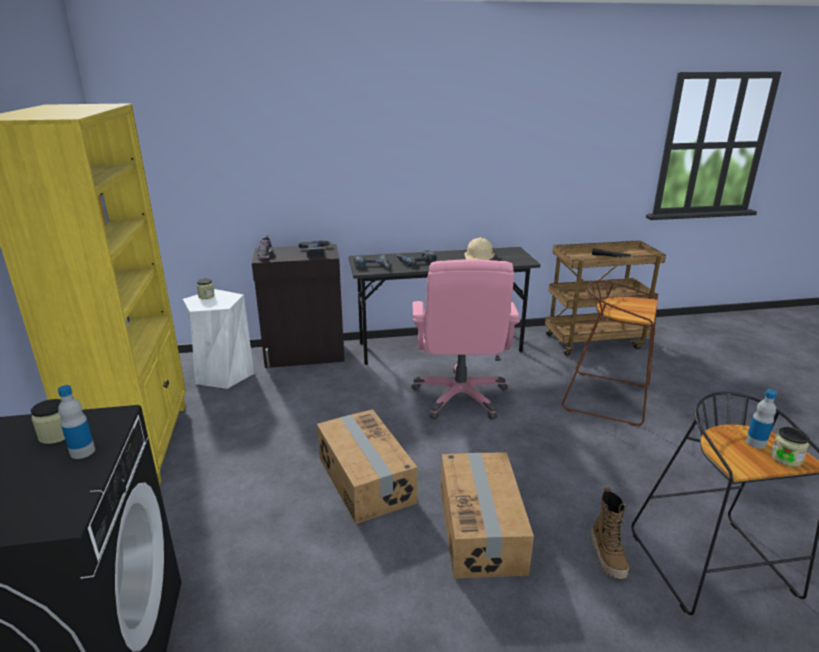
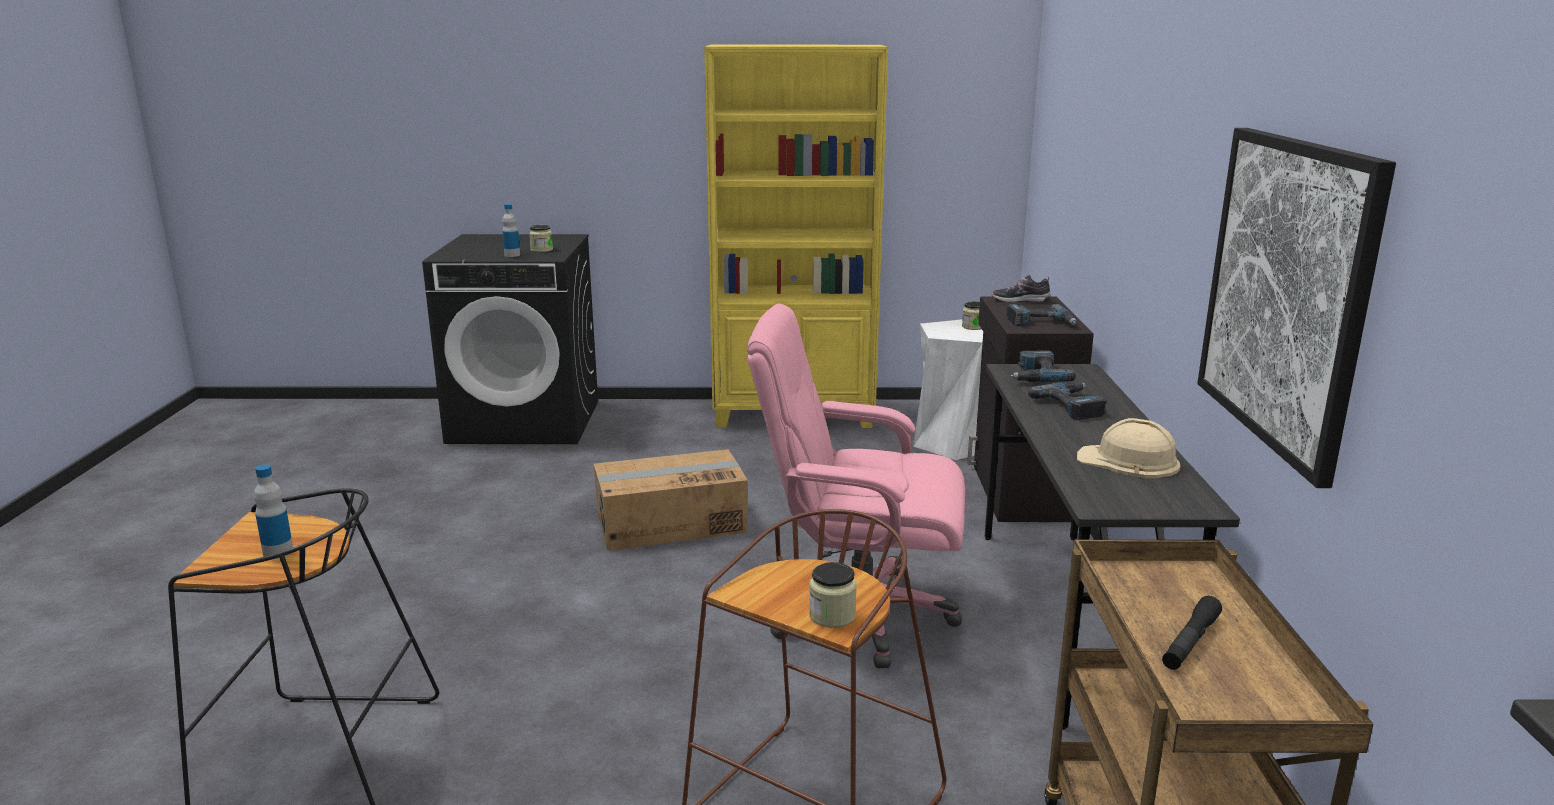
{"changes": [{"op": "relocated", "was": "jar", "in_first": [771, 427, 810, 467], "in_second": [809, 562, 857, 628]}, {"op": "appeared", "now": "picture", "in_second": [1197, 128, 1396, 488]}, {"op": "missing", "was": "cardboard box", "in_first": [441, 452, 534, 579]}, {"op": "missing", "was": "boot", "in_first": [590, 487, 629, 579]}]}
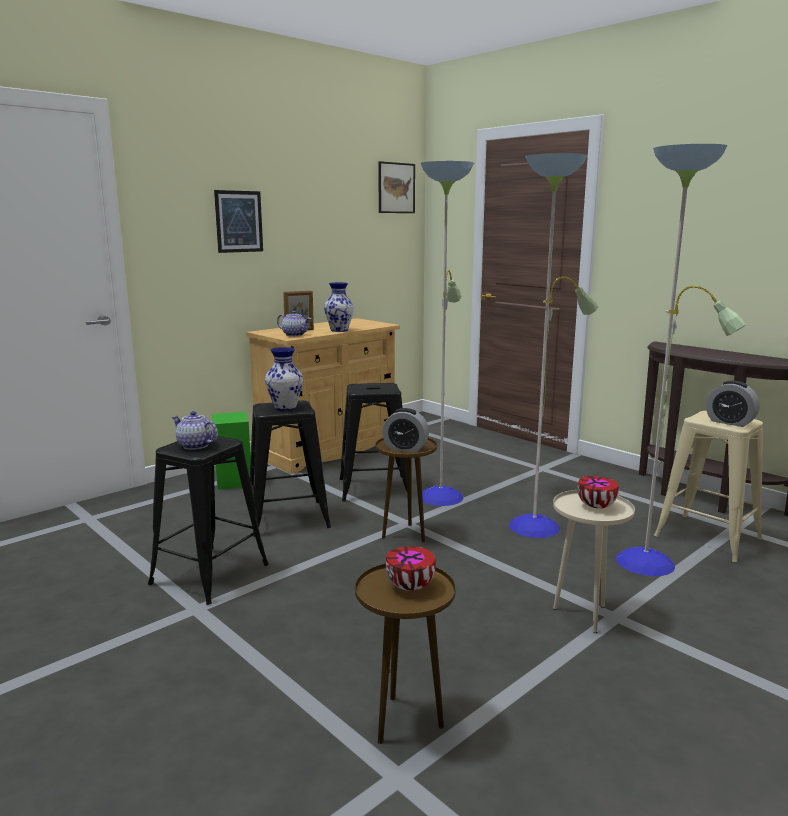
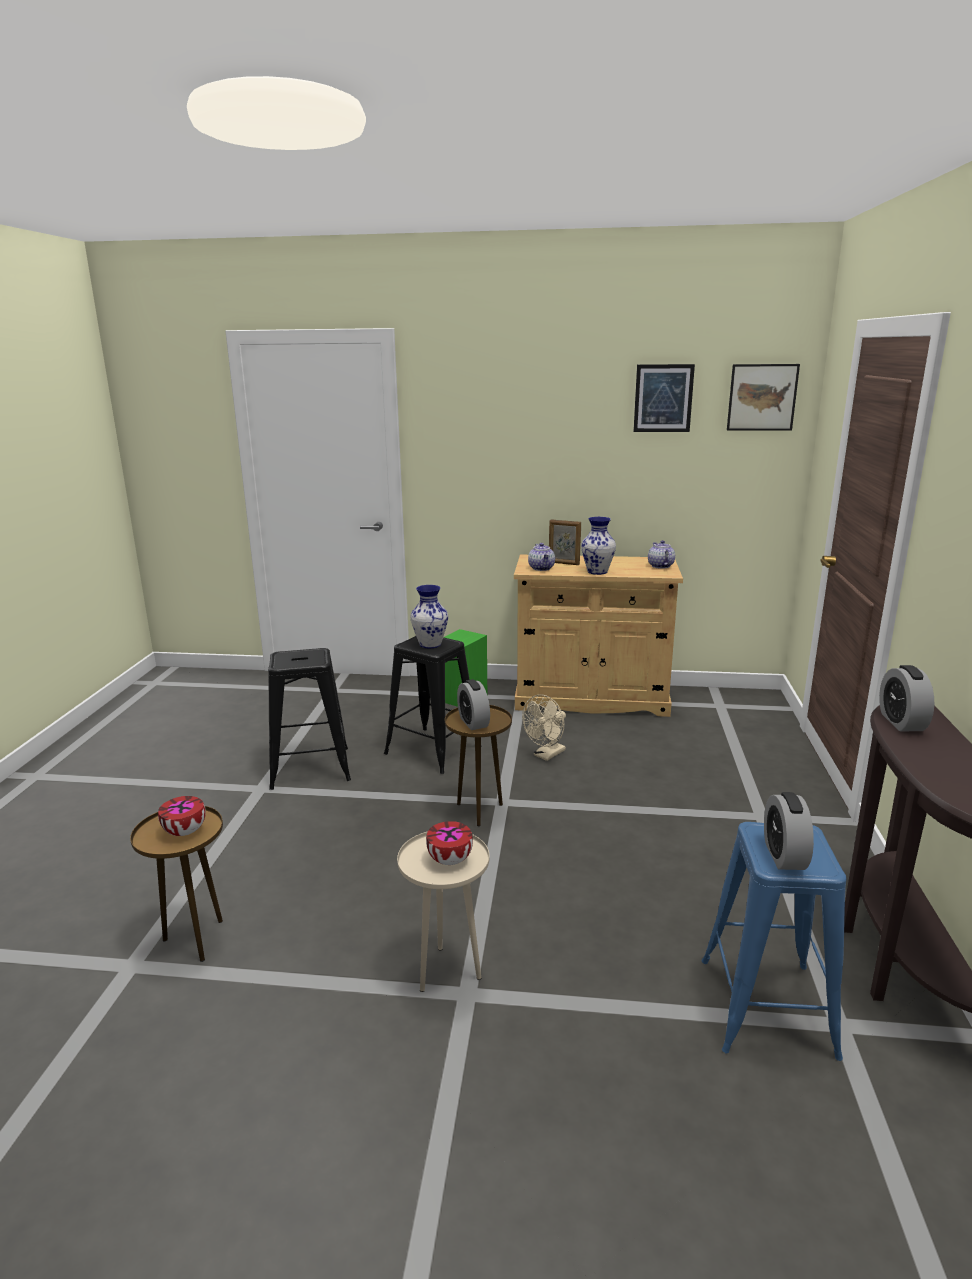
{"changes": [{"op": "exchanged", "was": "black stool", "now": "beige fan", "in_first": [339, 383, 407, 502], "in_second": [522, 695, 566, 761]}, {"op": "relocated", "was": "picture", "in_first": [214, 190, 263, 253], "in_second": [634, 364, 695, 432]}, {"op": "relocated", "was": "teapot", "in_first": [172, 411, 218, 450], "in_second": [648, 540, 675, 569]}, {"op": "colour", "was": "beige stool", "now": "blue stool", "in_first": [654, 411, 763, 562], "in_second": [702, 822, 846, 1061]}, {"op": "appeared", "now": "alarm clock", "in_second": [879, 665, 934, 731]}, {"op": "missing", "was": "floor lamp", "in_first": [421, 144, 747, 576]}]}
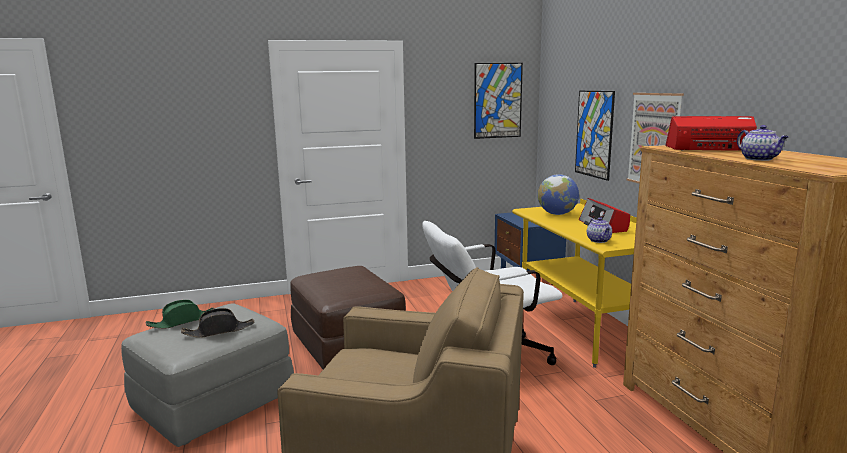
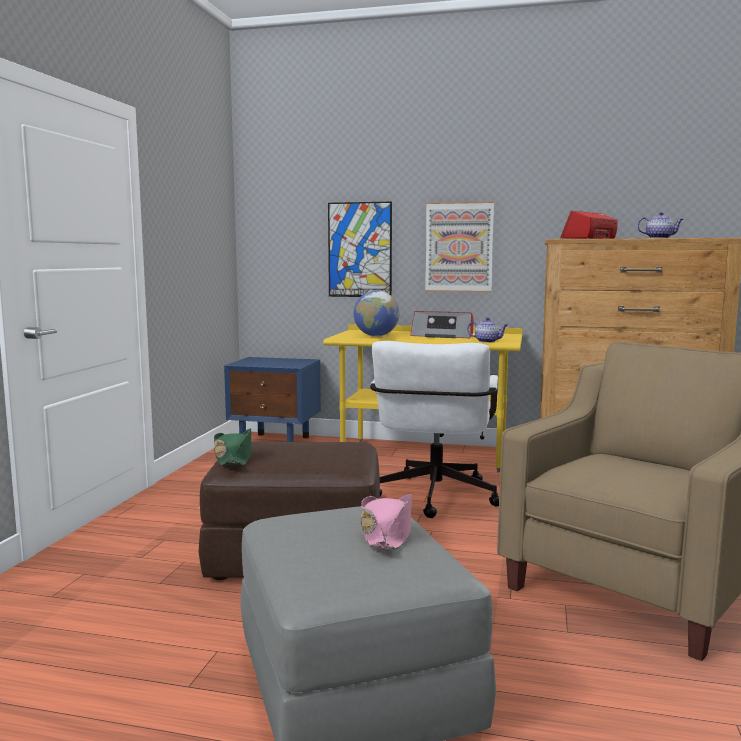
{"changes": [{"op": "relocated", "was": "green hat", "in_first": [146, 300, 214, 329], "in_second": [214, 428, 251, 466]}, {"op": "colour", "was": "black hat", "now": "pink hat", "in_first": [181, 308, 255, 338], "in_second": [361, 494, 412, 550]}, {"op": "missing", "was": "picture", "in_first": [474, 63, 523, 139]}]}
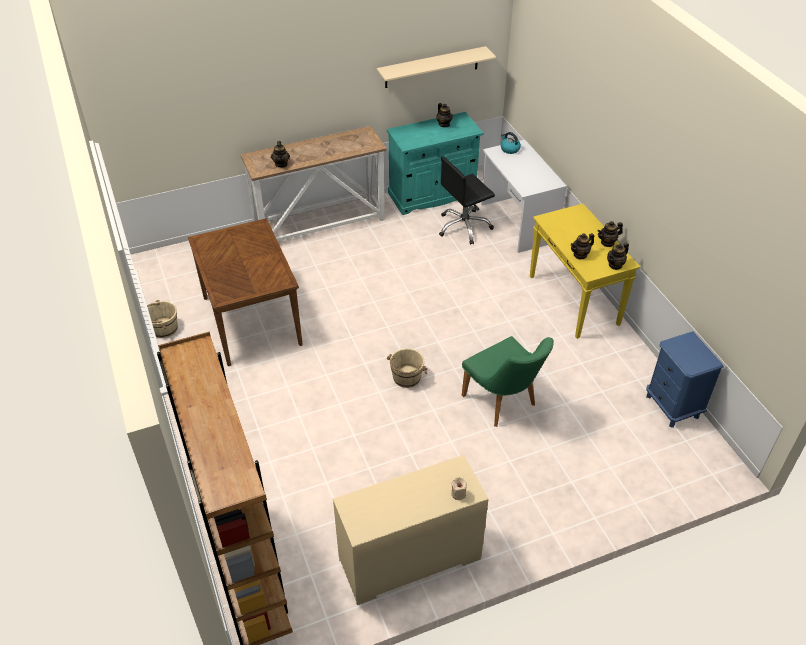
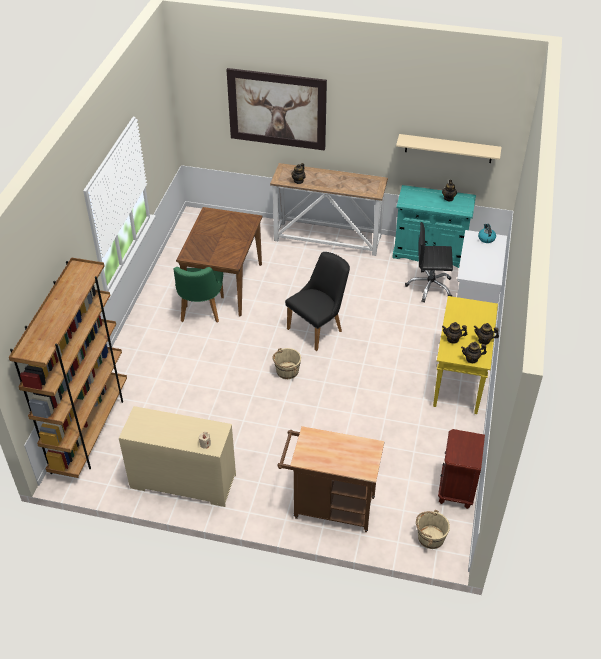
{"changes": [{"op": "relocated", "was": "green chair", "in_first": [462, 336, 554, 427], "in_second": [173, 267, 224, 323]}, {"op": "appeared", "now": "picture", "in_second": [226, 68, 327, 151]}, {"op": "appeared", "now": "brown cart", "in_second": [277, 426, 384, 532]}, {"op": "appeared", "now": "black chair", "in_second": [285, 252, 350, 351]}, {"op": "relocated", "was": "beige bucket", "in_first": [147, 300, 178, 338], "in_second": [416, 510, 450, 549]}, {"op": "colour", "was": "blue nightstand", "now": "brown nightstand", "in_first": [646, 331, 724, 428], "in_second": [438, 429, 485, 509]}]}
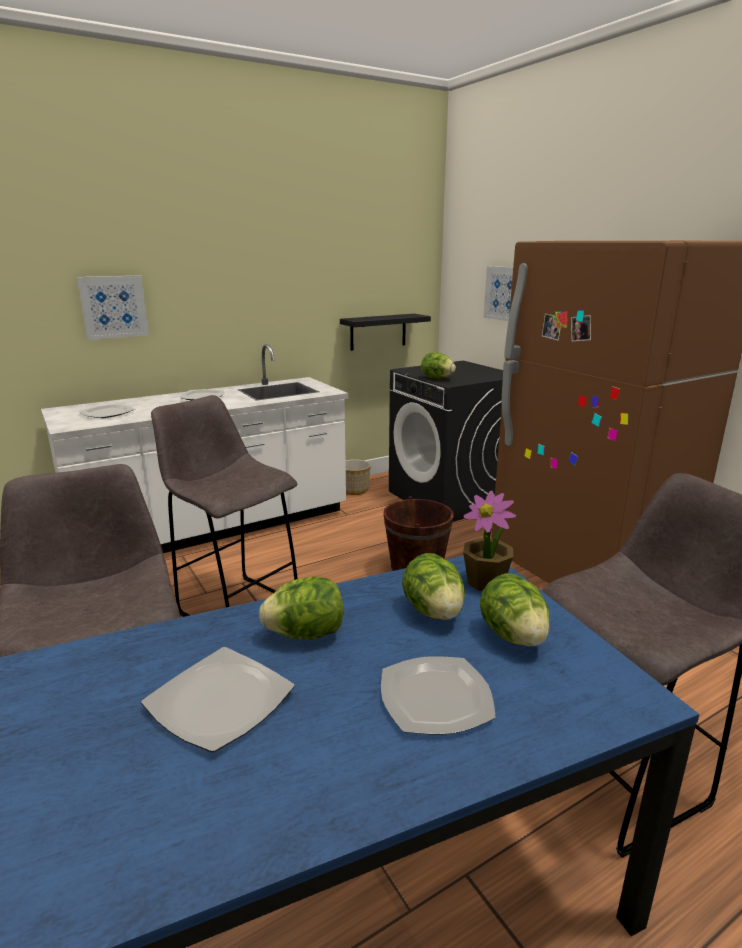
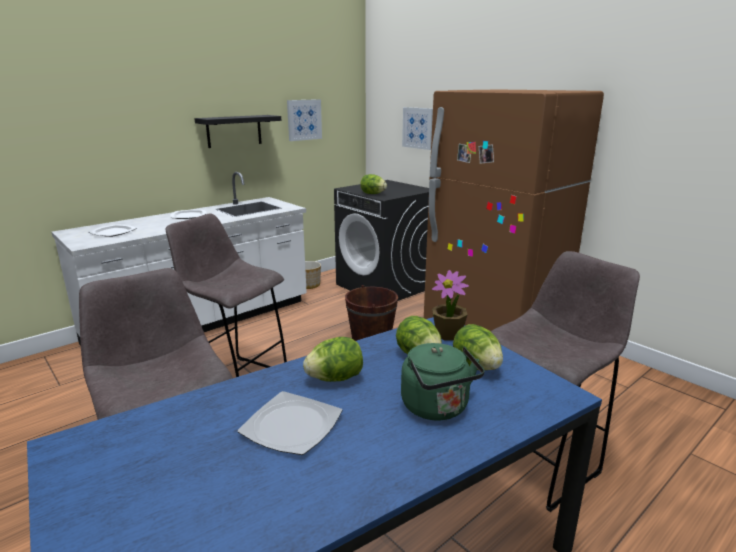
{"changes": [{"op": "relocated", "was": "black shelf", "in_first": [340, 314, 431, 351], "in_second": [194, 115, 281, 148]}, {"op": "relocated", "was": "picture", "in_first": [77, 275, 149, 340], "in_second": [287, 99, 322, 141]}, {"op": "exchanged", "was": "plate", "now": "green kettle", "in_first": [381, 656, 495, 734], "in_second": [401, 343, 485, 420]}]}
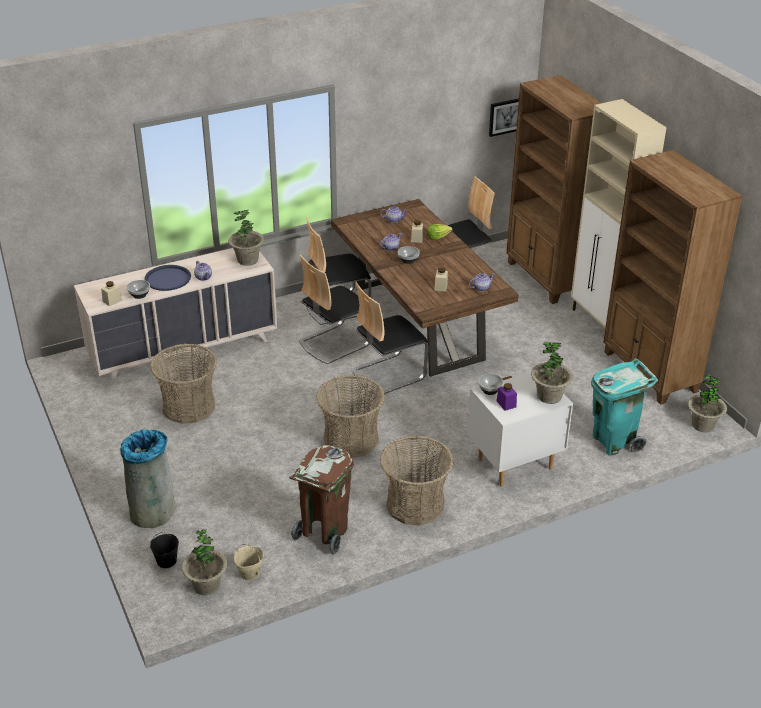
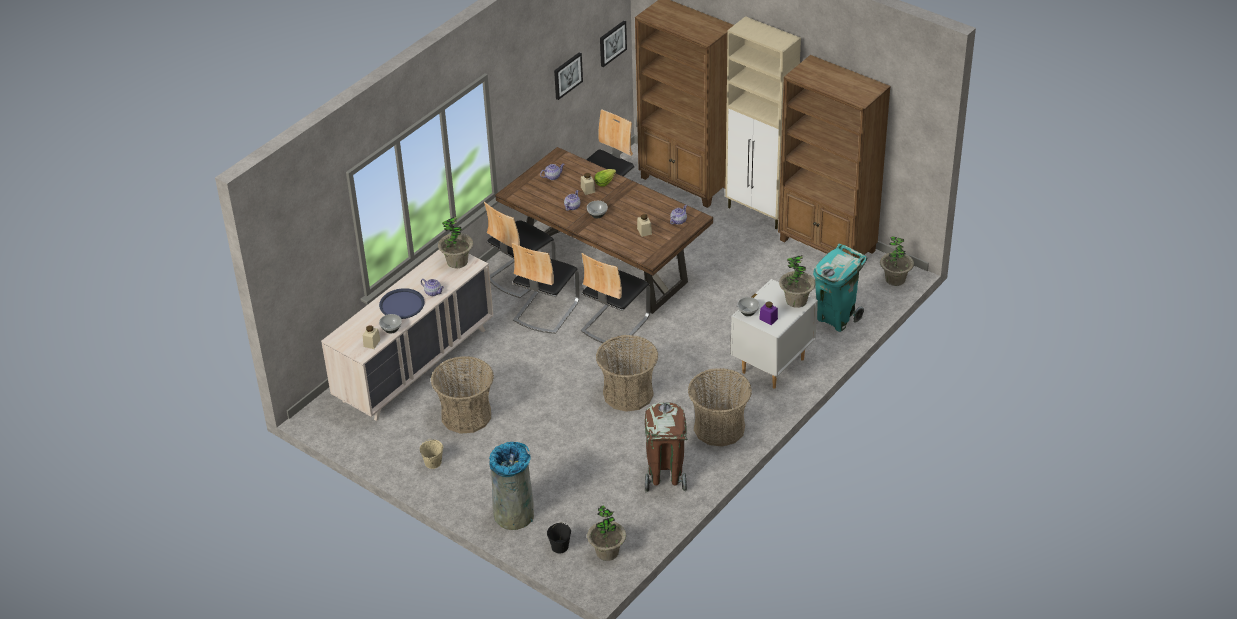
{"changes": [{"op": "relocated", "was": "beige bucket", "in_first": [234, 544, 263, 581], "in_second": [420, 439, 443, 469]}, {"op": "appeared", "now": "picture", "in_second": [554, 52, 583, 100]}]}
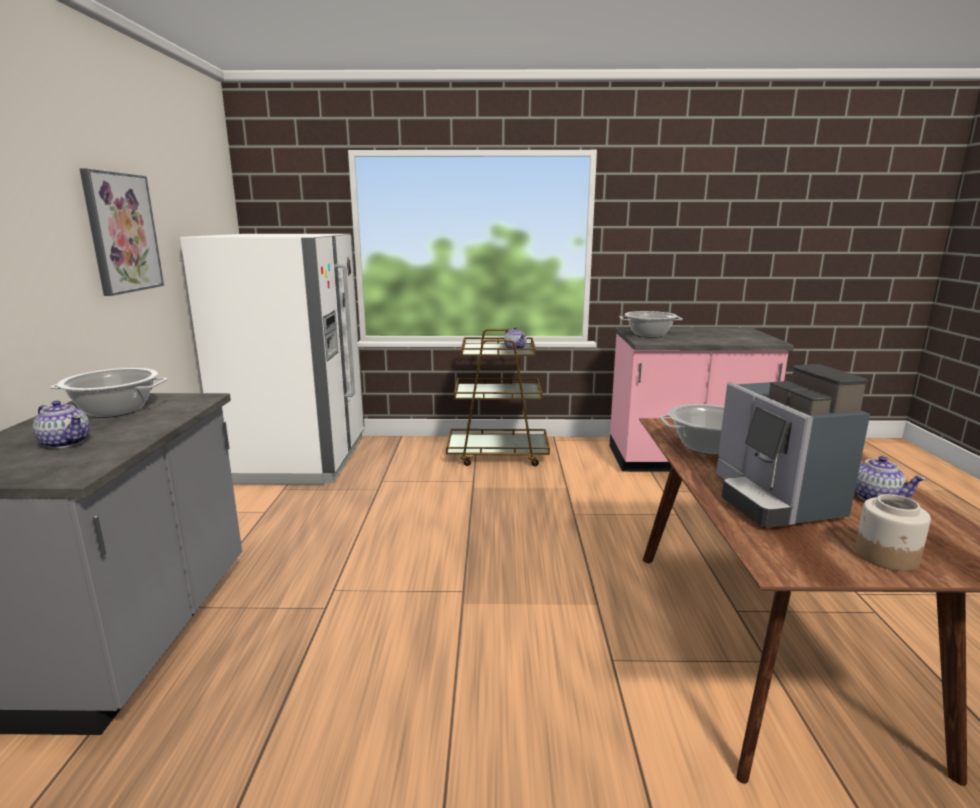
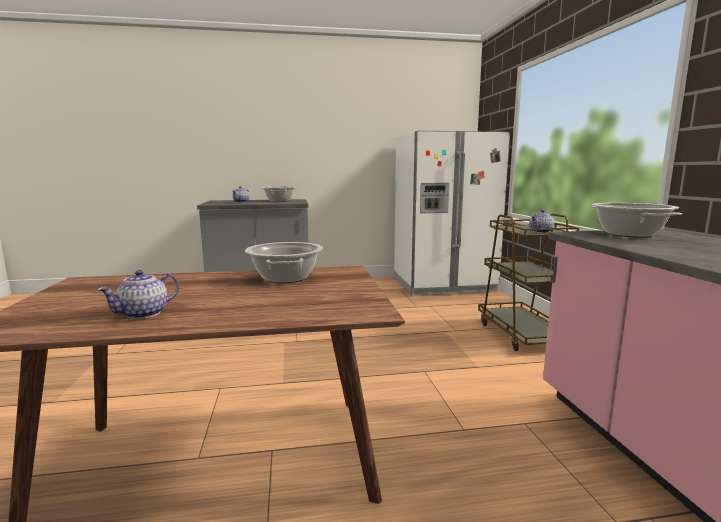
{"changes": [{"op": "missing", "was": "picture", "in_first": [80, 169, 164, 296]}, {"op": "missing", "was": "coffee machine", "in_first": [716, 364, 870, 527]}, {"op": "missing", "was": "jar", "in_first": [855, 494, 931, 571]}]}
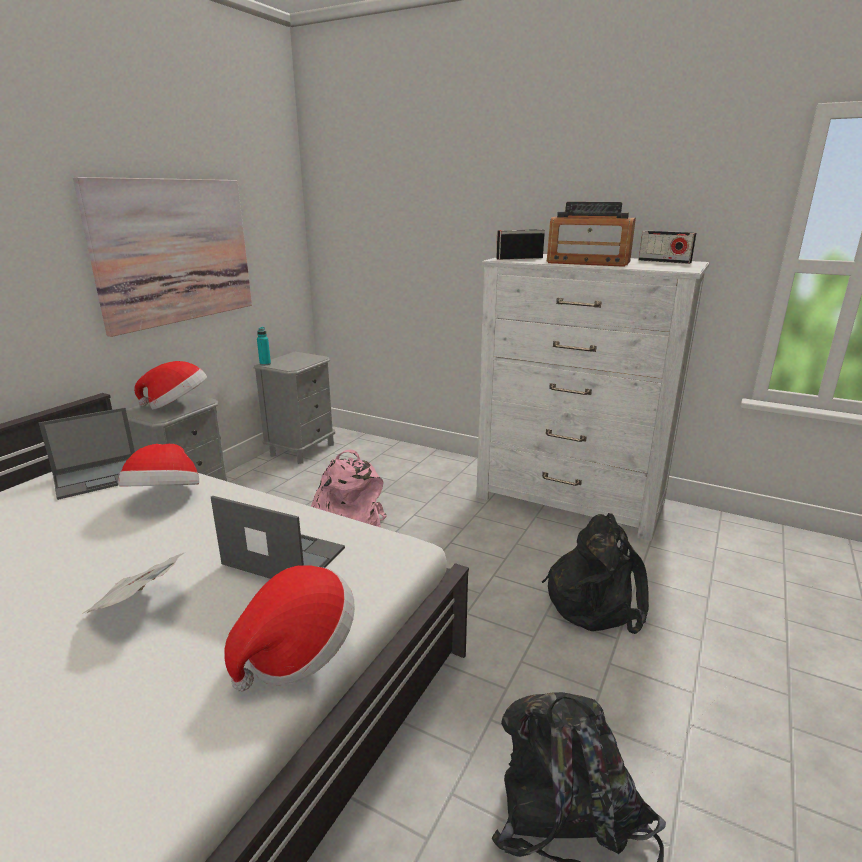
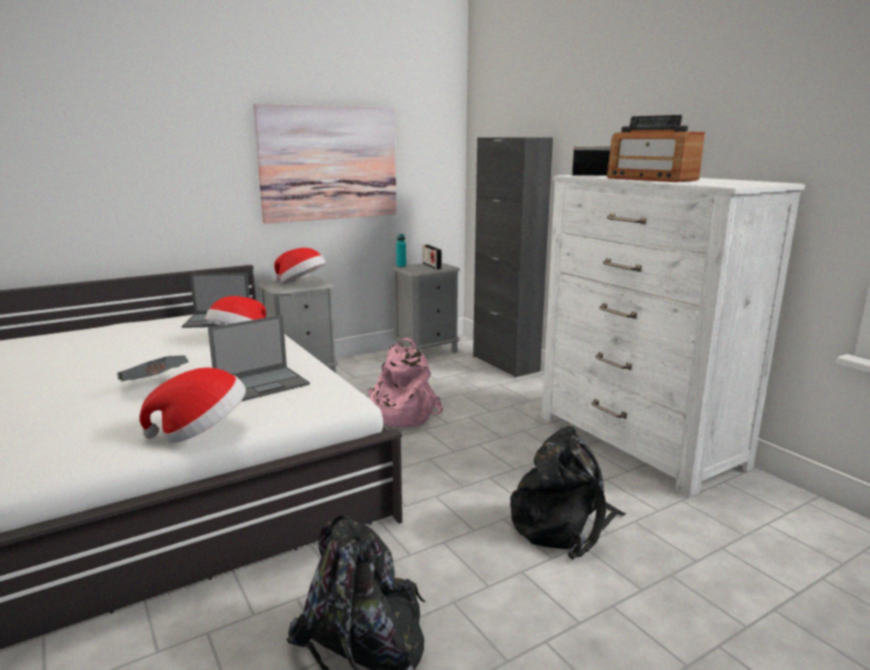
{"changes": [{"op": "spun", "was": "laptop", "in_first": [211, 496, 345, 579], "in_second": [208, 315, 310, 401], "clockwise": 90}, {"op": "relocated", "was": "radio", "in_first": [638, 231, 696, 264], "in_second": [423, 244, 442, 270]}, {"op": "appeared", "now": "black cabinet", "in_second": [473, 137, 553, 377]}]}
